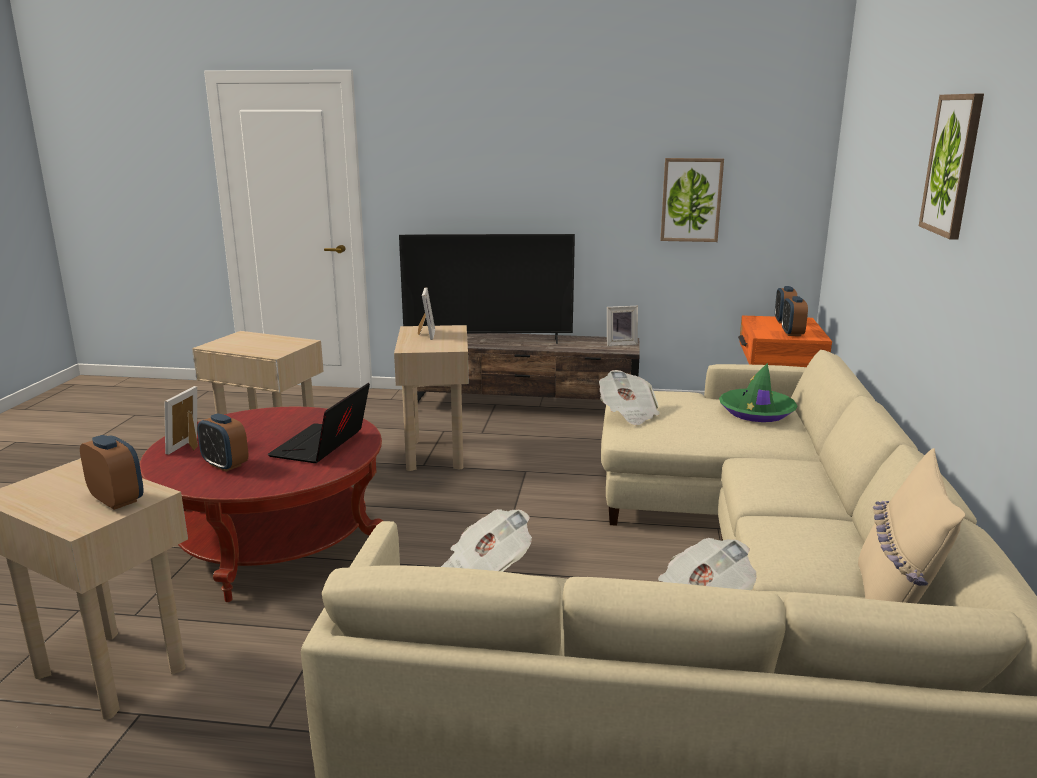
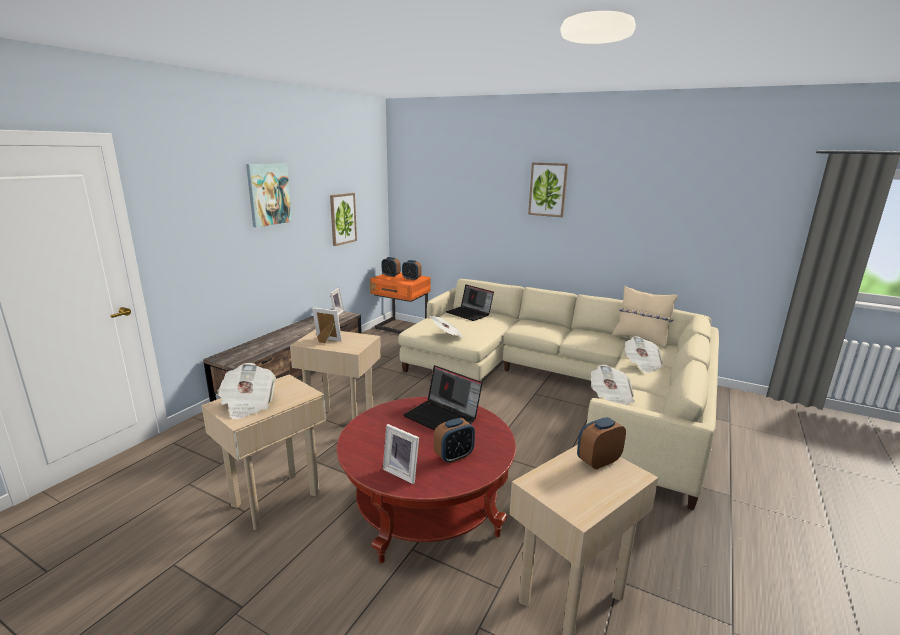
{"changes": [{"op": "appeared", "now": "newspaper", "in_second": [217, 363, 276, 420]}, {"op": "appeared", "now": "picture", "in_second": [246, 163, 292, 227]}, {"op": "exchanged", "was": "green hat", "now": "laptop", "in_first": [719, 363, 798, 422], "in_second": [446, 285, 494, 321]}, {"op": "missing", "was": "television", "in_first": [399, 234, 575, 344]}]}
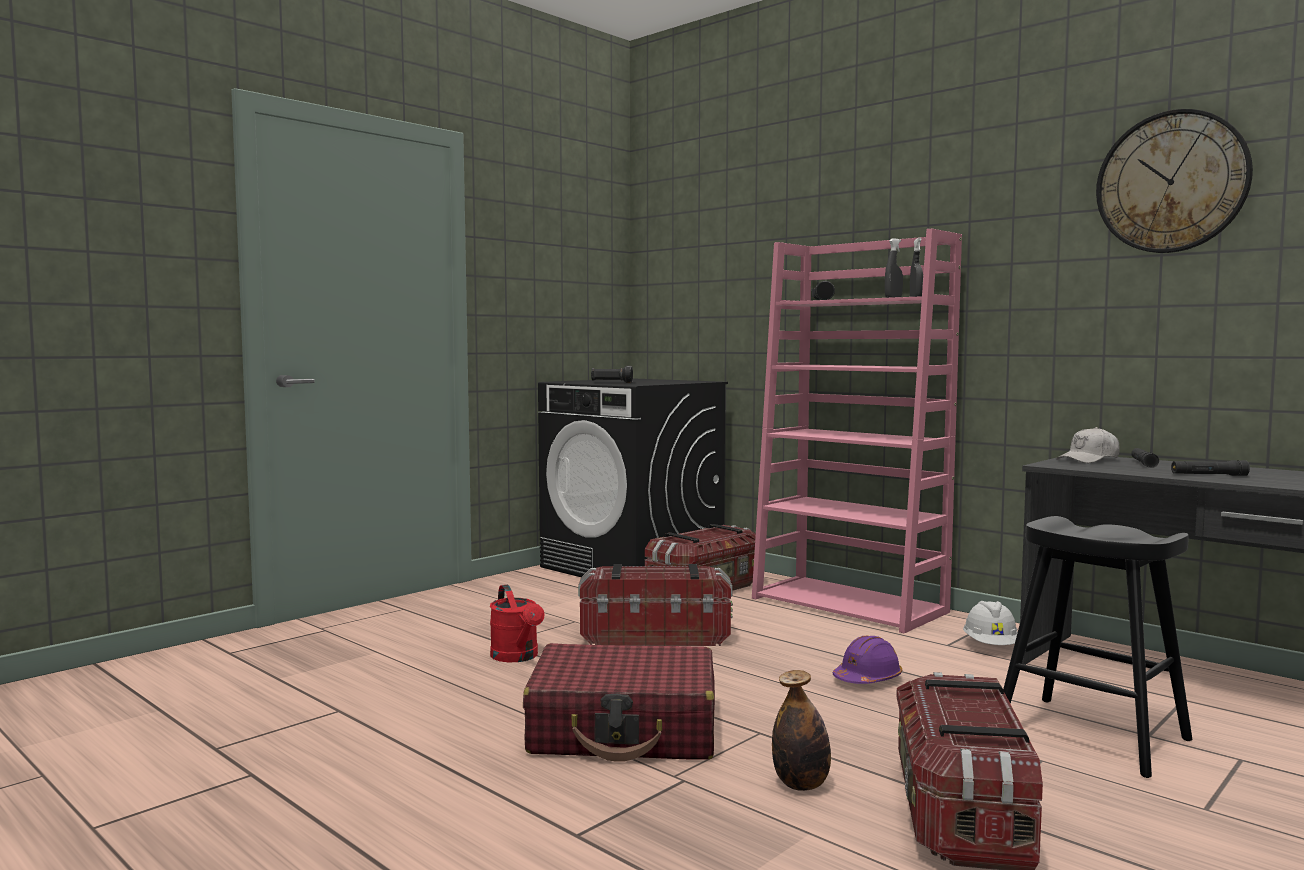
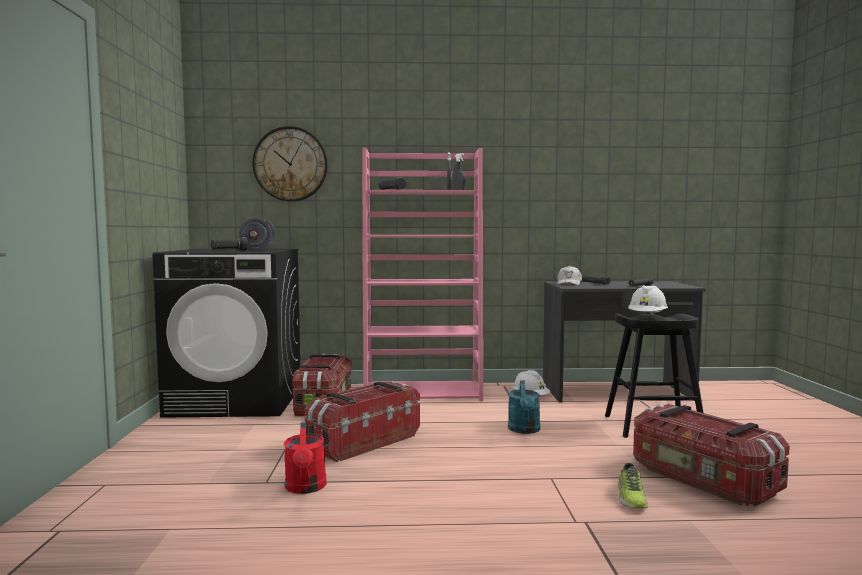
{"changes": [{"op": "appeared", "now": "grey dumbbell", "in_second": [239, 218, 276, 250]}, {"op": "relocated", "was": "wall clock", "in_first": [1096, 109, 1253, 253], "in_second": [252, 126, 328, 202]}, {"op": "spun", "was": "red watering can", "in_first": [490, 585, 545, 662], "in_second": [284, 422, 326, 494], "clockwise": 60}, {"op": "exchanged", "was": "purple hard hat", "now": "turquoise watering can", "in_first": [833, 636, 902, 684], "in_second": [508, 380, 540, 434]}, {"op": "exchanged", "was": "bottle", "now": "shoe", "in_first": [772, 670, 831, 791], "in_second": [618, 463, 648, 509]}, {"op": "appeared", "now": "white hard hat", "in_second": [628, 285, 668, 315]}, {"op": "missing", "was": "red suitcase", "in_first": [523, 643, 715, 762]}]}
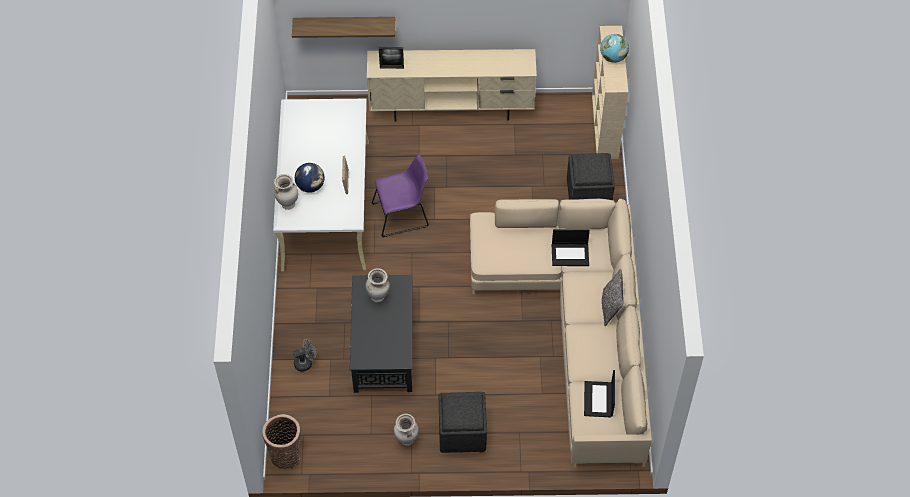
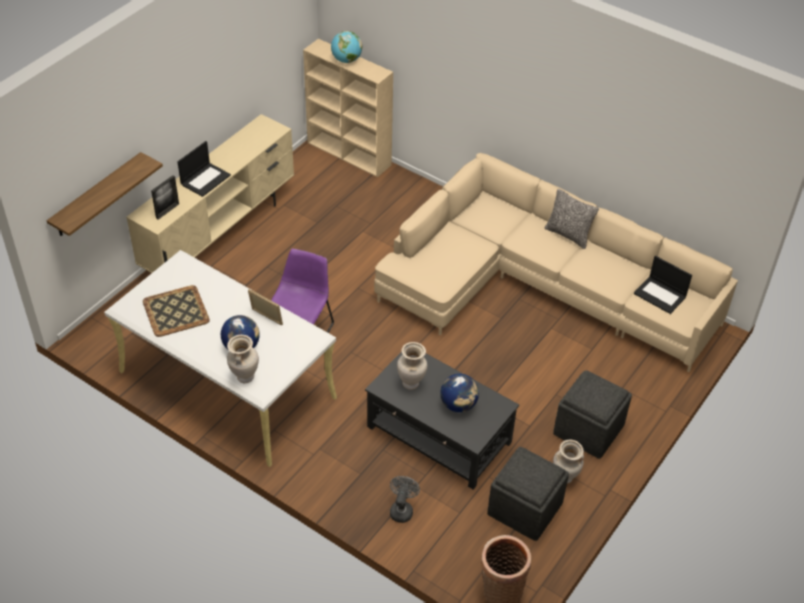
{"changes": [{"op": "appeared", "now": "tray", "in_second": [143, 285, 210, 337]}, {"op": "relocated", "was": "laptop", "in_first": [552, 229, 590, 266], "in_second": [177, 141, 231, 197]}, {"op": "appeared", "now": "globe", "in_second": [440, 374, 479, 412]}, {"op": "relocated", "was": "grey ottoman", "in_first": [567, 153, 615, 200], "in_second": [487, 447, 569, 541]}]}
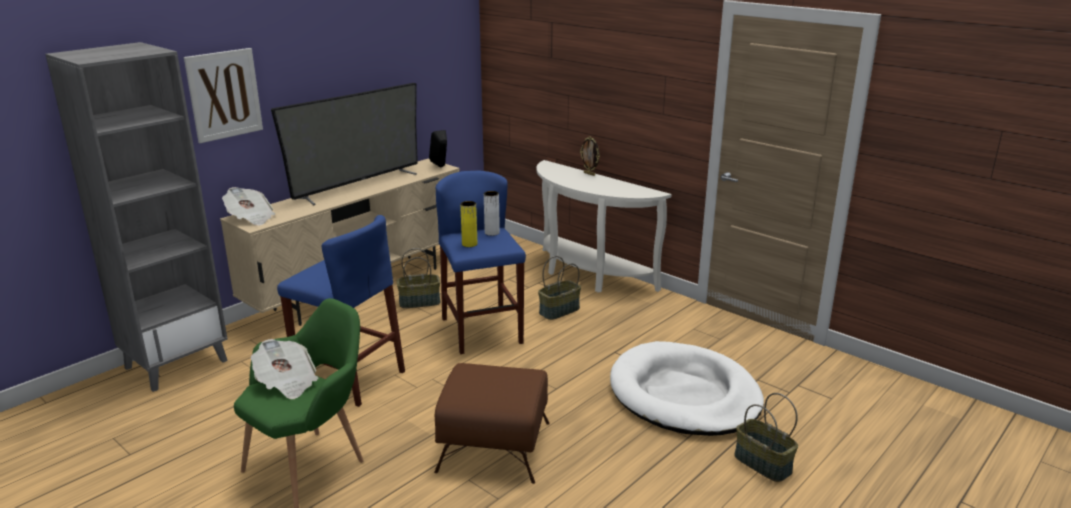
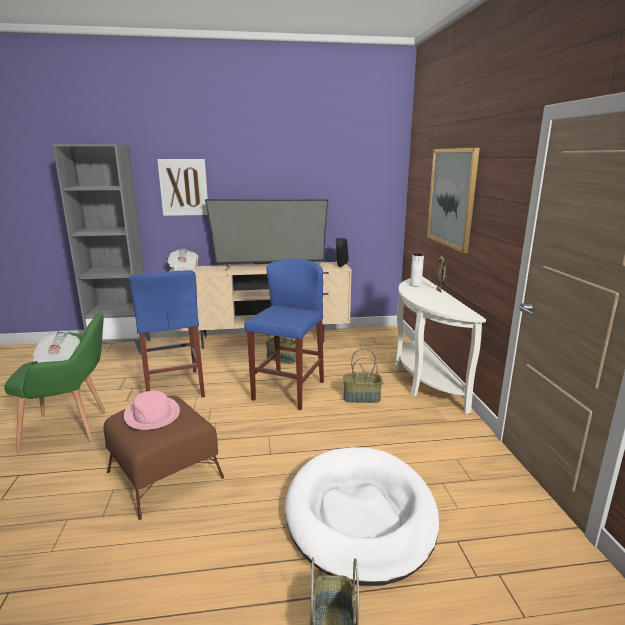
{"changes": [{"op": "appeared", "now": "pink hat", "in_second": [124, 390, 180, 430]}, {"op": "relocated", "was": "white vase", "in_first": [484, 191, 500, 236], "in_second": [410, 253, 424, 287]}, {"op": "appeared", "now": "picture", "in_second": [427, 148, 480, 253]}, {"op": "missing", "was": "yellow vase", "in_first": [460, 201, 477, 247]}]}
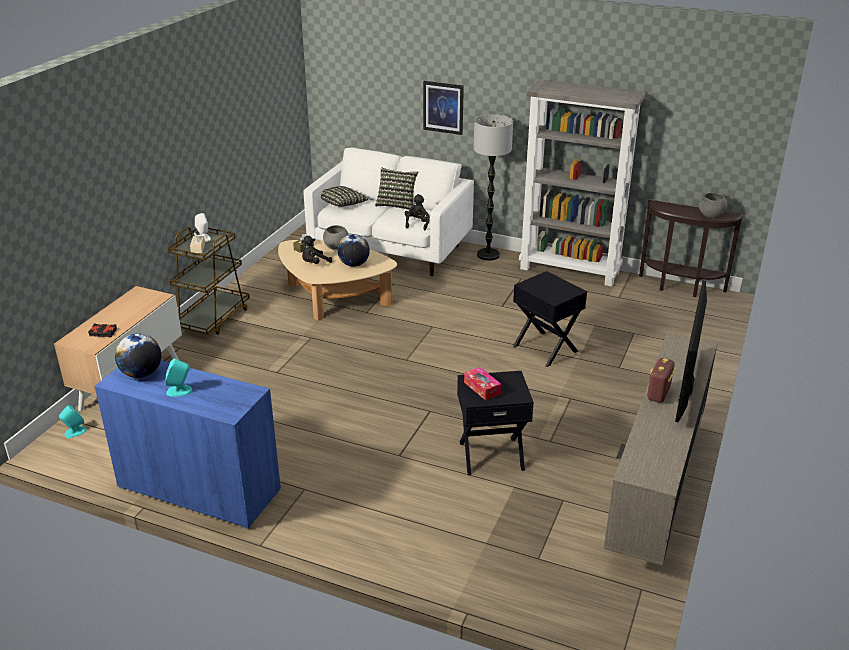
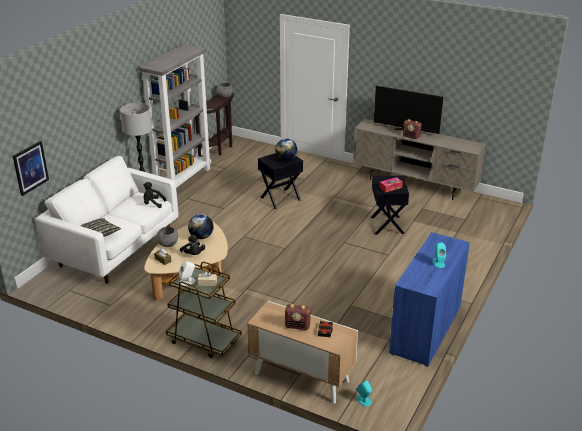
{"changes": [{"op": "relocated", "was": "picture", "in_first": [423, 81, 464, 135], "in_second": [13, 141, 49, 196]}, {"op": "relocated", "was": "globe", "in_first": [115, 333, 161, 378], "in_second": [275, 138, 297, 161]}, {"op": "appeared", "now": "radio", "in_second": [285, 304, 311, 330]}, {"op": "missing", "was": "pillow", "in_first": [375, 167, 418, 210]}]}
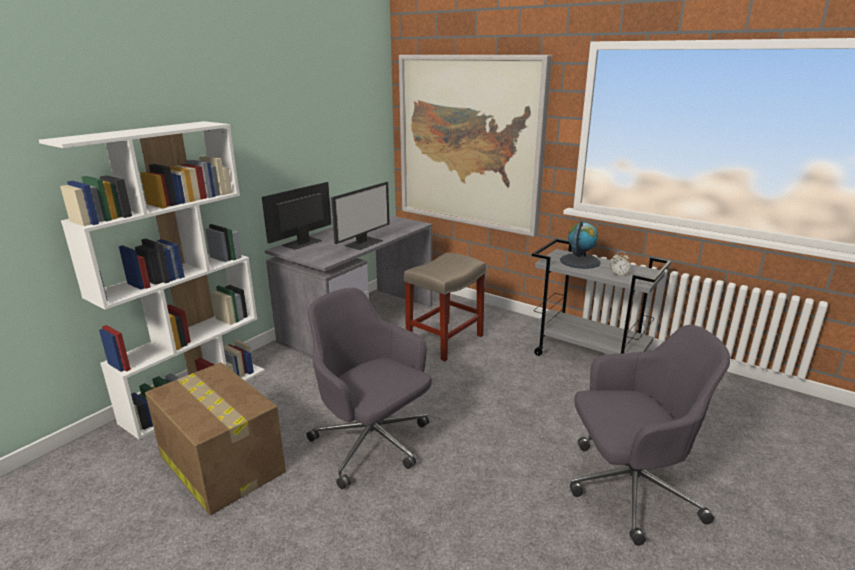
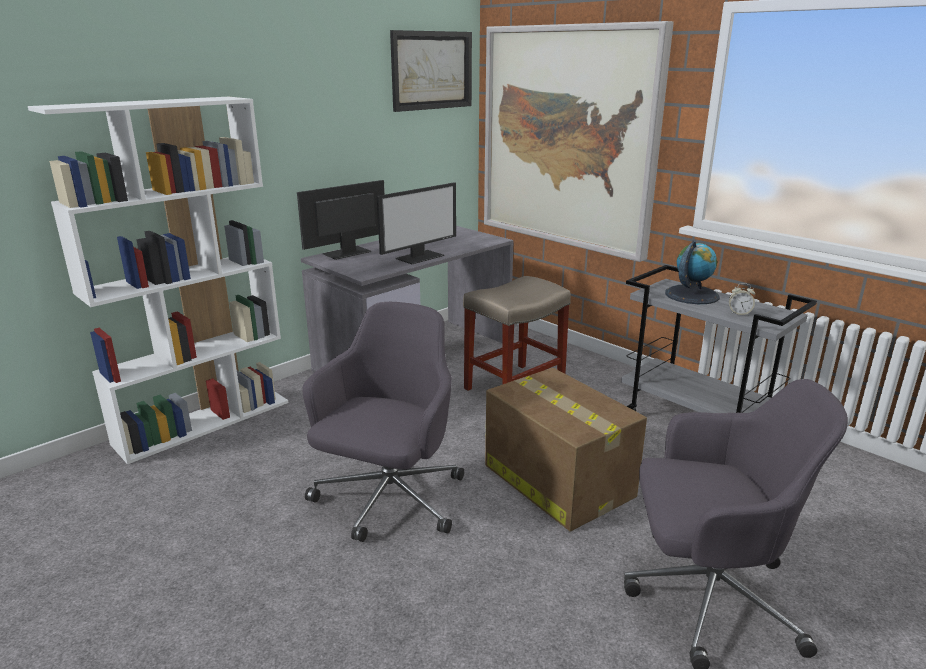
{"changes": [{"op": "spun", "was": "grey office chair", "in_first": [307, 288, 432, 489], "in_second": [303, 302, 464, 542], "clockwise": 60}, {"op": "appeared", "now": "picture", "in_second": [390, 30, 472, 112]}, {"op": "relocated", "was": "cardboard box", "in_first": [145, 362, 286, 515], "in_second": [485, 368, 647, 531]}]}
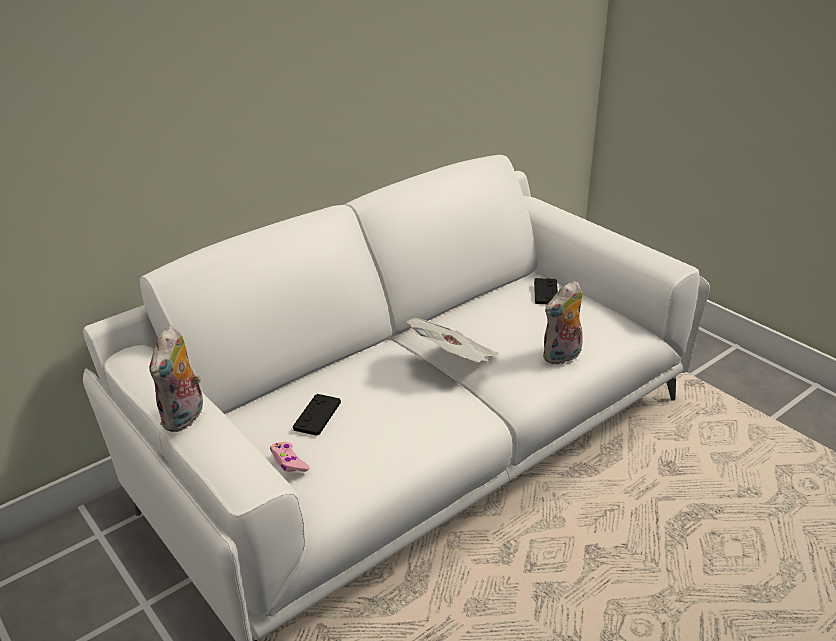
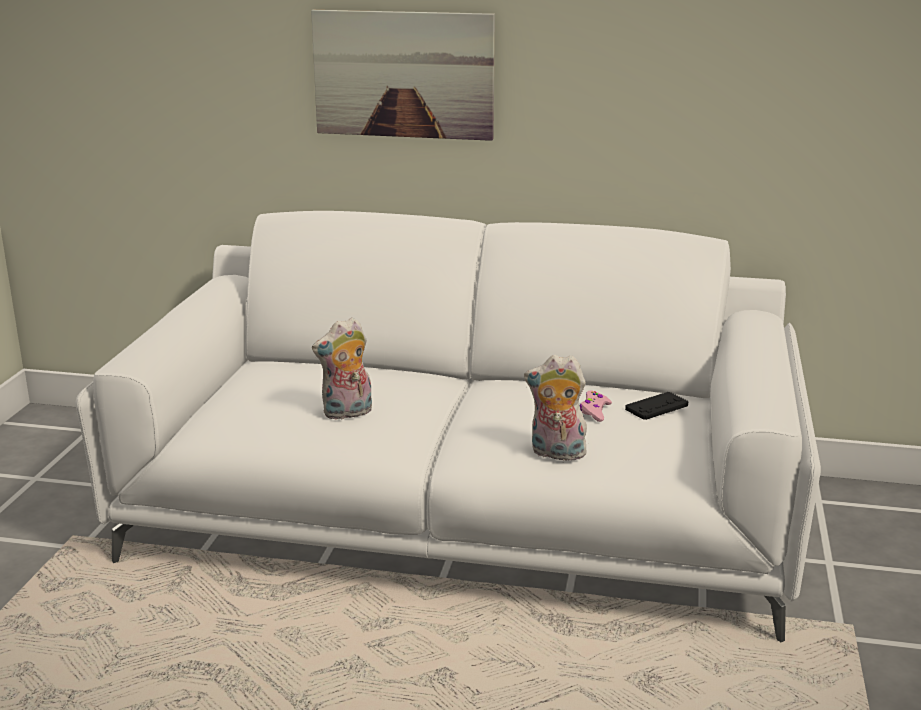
{"changes": [{"op": "appeared", "now": "picture", "in_second": [311, 9, 495, 141]}, {"op": "relocated", "was": "plush toy", "in_first": [150, 326, 203, 432], "in_second": [312, 317, 372, 420]}, {"op": "relocated", "was": "pink game controller", "in_first": [270, 442, 309, 472], "in_second": [580, 390, 612, 422]}, {"op": "missing", "was": "black game controller", "in_first": [293, 394, 341, 436]}, {"op": "missing", "was": "newspaper", "in_first": [407, 318, 499, 363]}]}
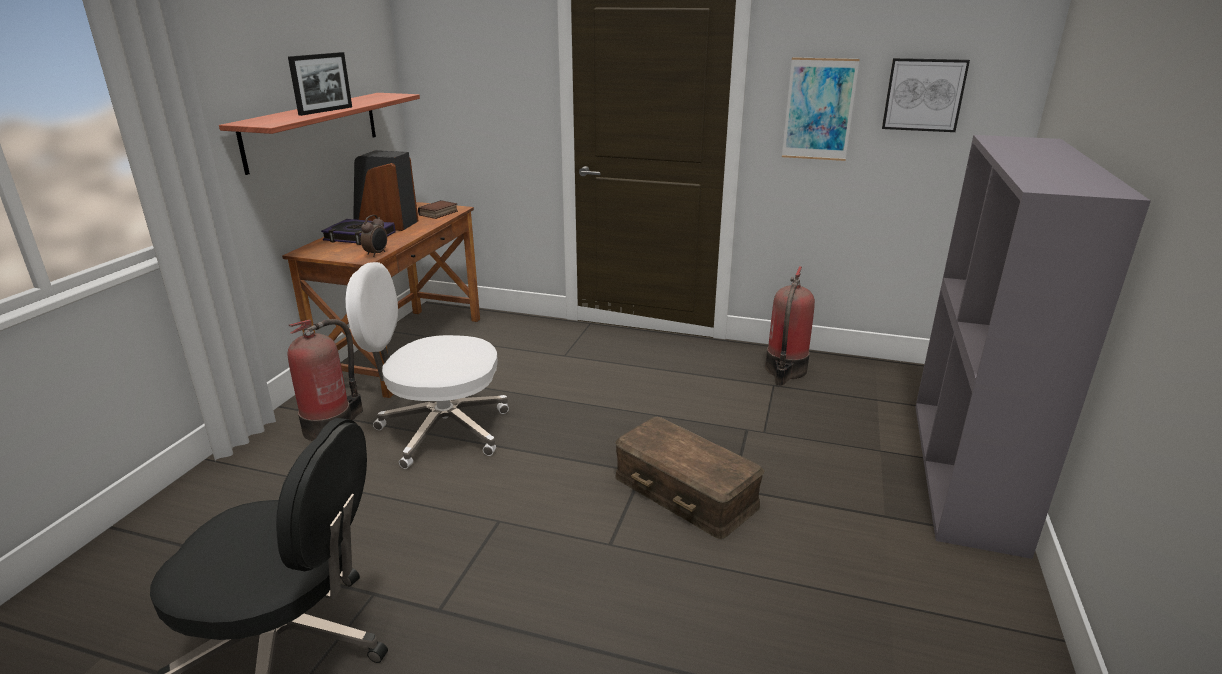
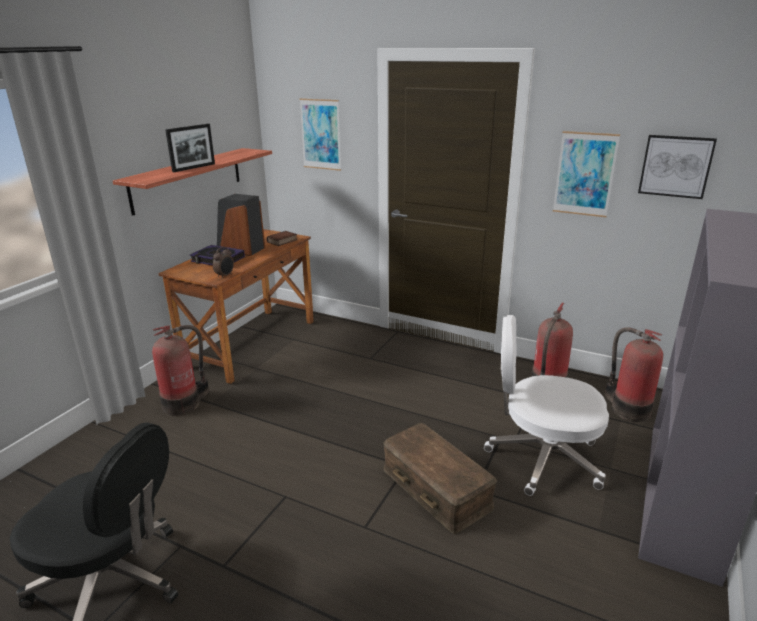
{"changes": [{"op": "appeared", "now": "picture", "in_second": [299, 98, 341, 171]}, {"op": "relocated", "was": "white office chair", "in_first": [346, 262, 509, 469], "in_second": [484, 315, 609, 496]}, {"op": "appeared", "now": "fire extinguisher", "in_second": [605, 327, 663, 422]}]}
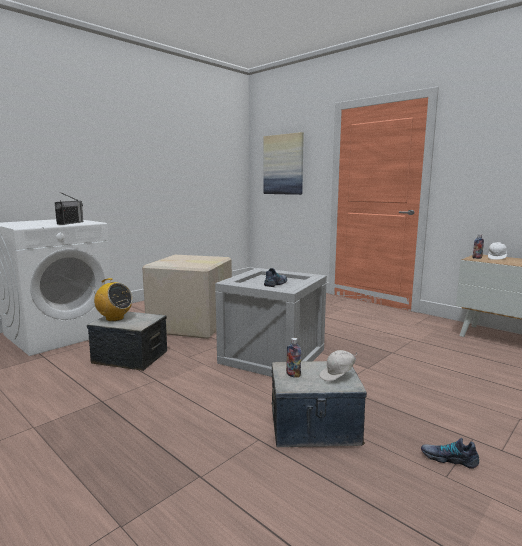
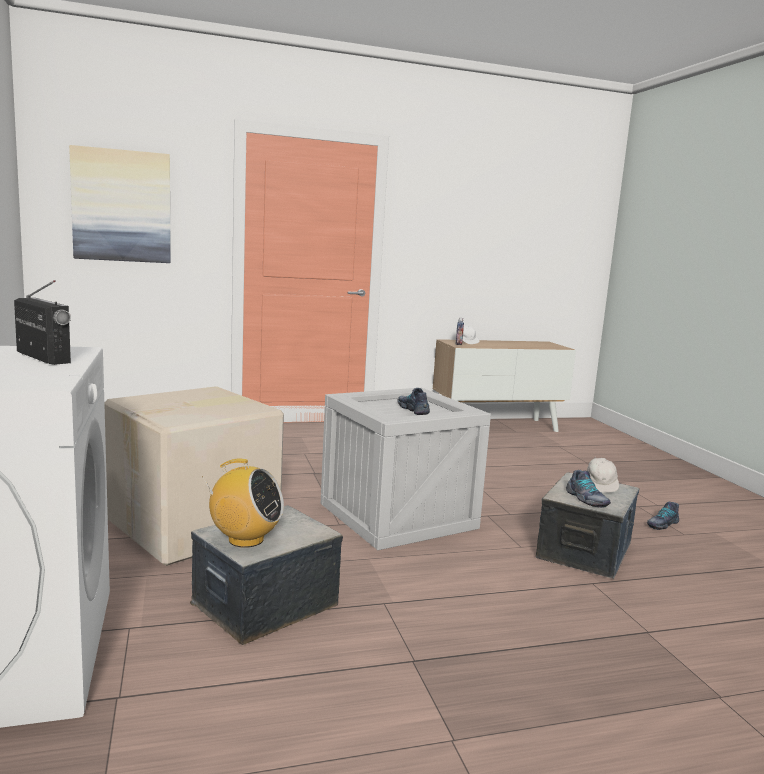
{"changes": [{"op": "spun", "was": "radio", "in_first": [91, 278, 132, 321], "in_second": [202, 459, 284, 548], "clockwise": 45}, {"op": "exchanged", "was": "bottle", "now": "shoe", "in_first": [286, 338, 301, 378], "in_second": [566, 470, 611, 508]}]}
